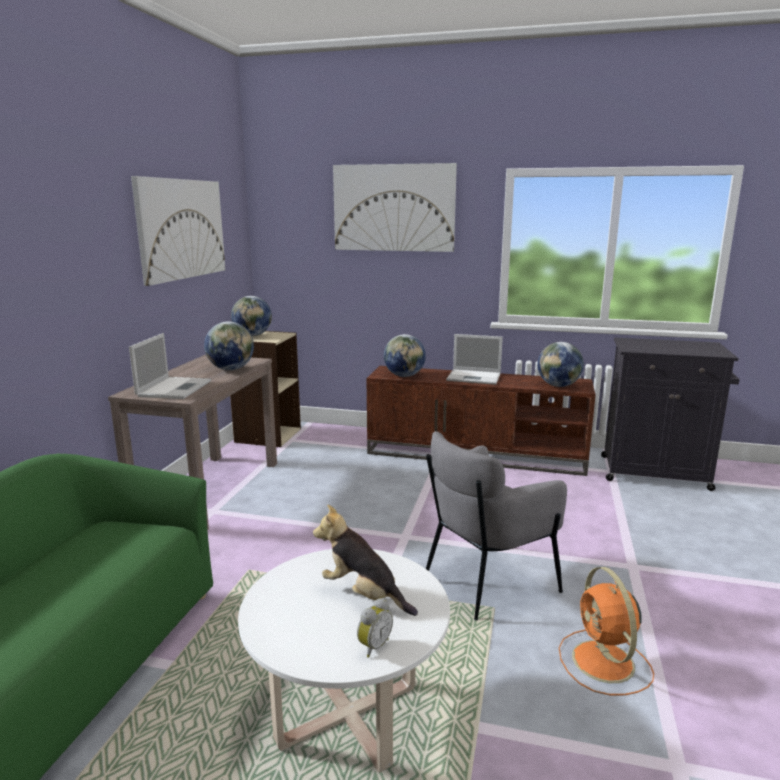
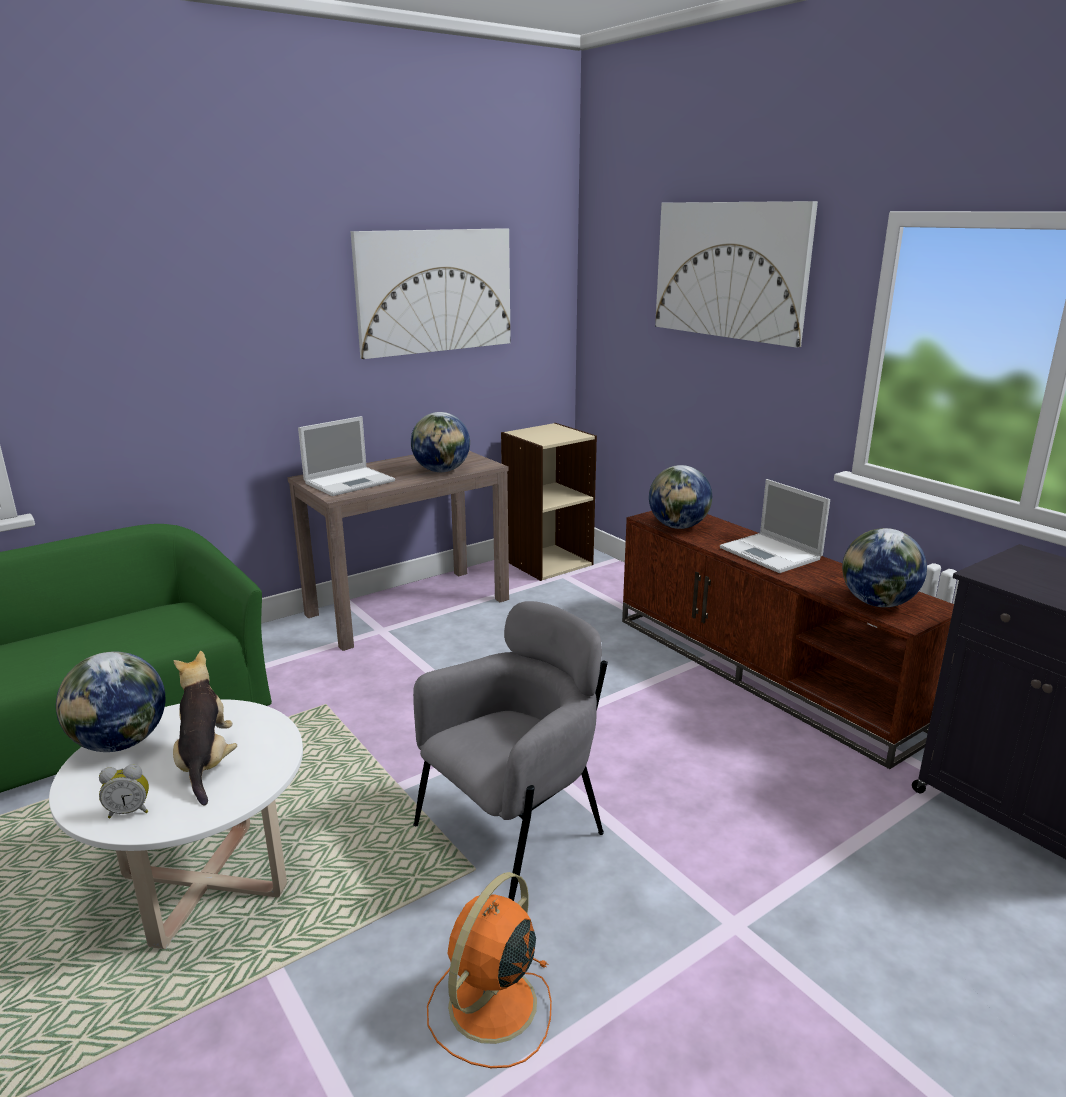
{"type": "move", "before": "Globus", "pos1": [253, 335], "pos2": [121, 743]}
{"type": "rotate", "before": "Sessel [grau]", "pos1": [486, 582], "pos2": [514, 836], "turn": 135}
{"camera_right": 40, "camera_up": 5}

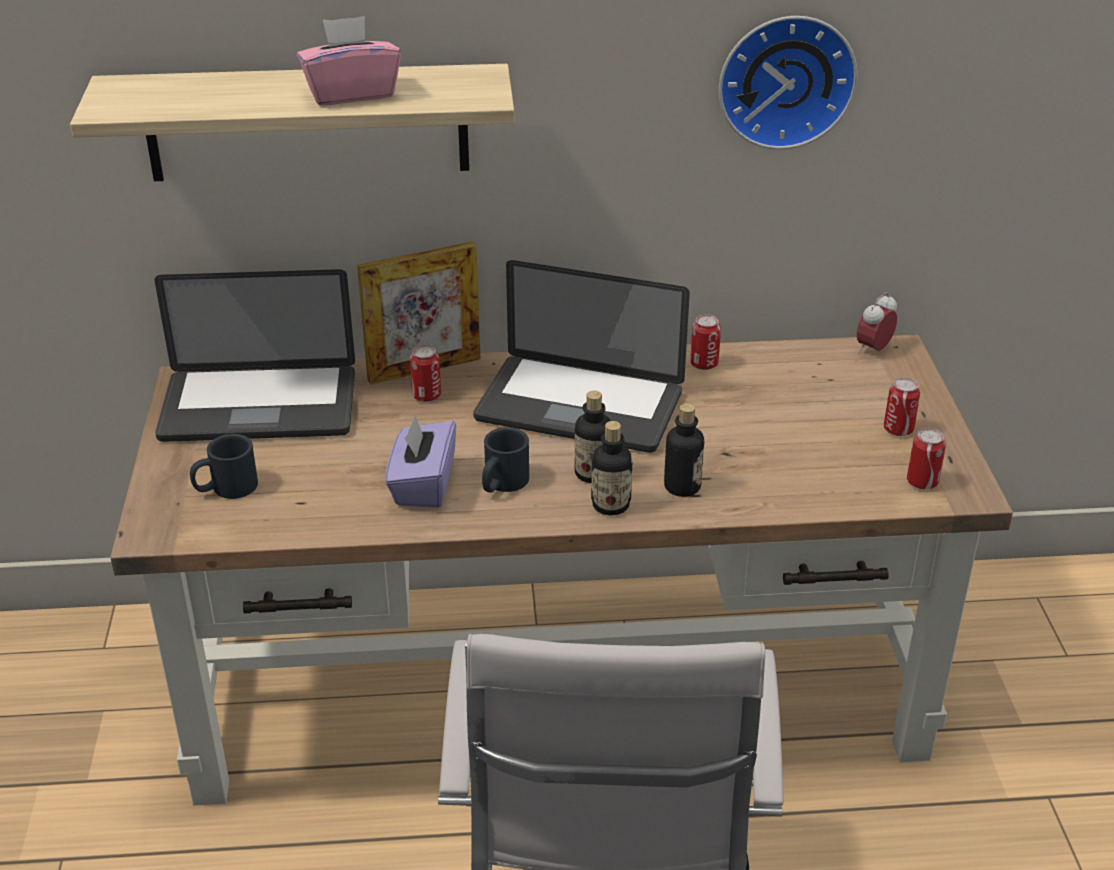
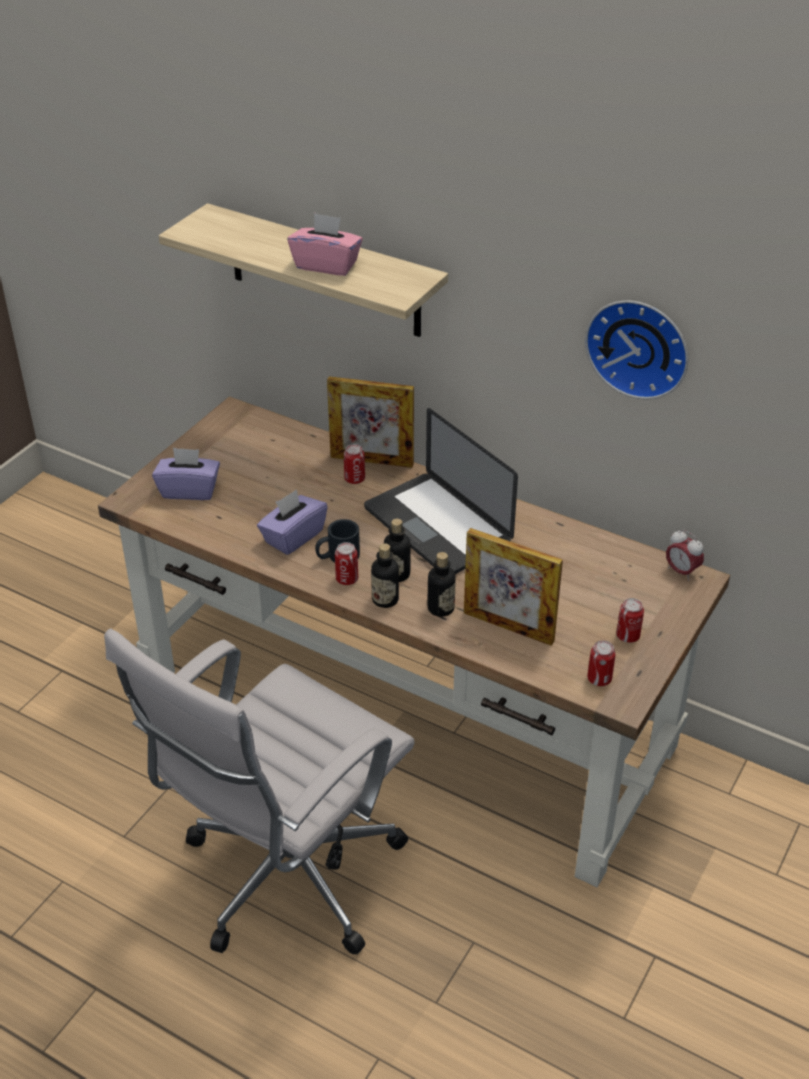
{"type": "delete", "before": "Laptop", "pos1": [259, 407]}
{"type": "rotate", "before": "Wecker", "pos1": [873, 349], "pos2": [681, 572], "turn": -120}
{"type": "move", "before": "Dose", "pos1": [704, 364], "pos2": [347, 579]}
{"type": "replace", "before": "Henkelbecher [schwarz]", "after": "Taschentuchbox [lila]", "pos1": [225, 488], "pos2": [189, 490]}
{"type": "insert", "after": "Bilderrahmen", "pos2": [508, 627]}
{"camera_right": 35, "camera_up": 5}

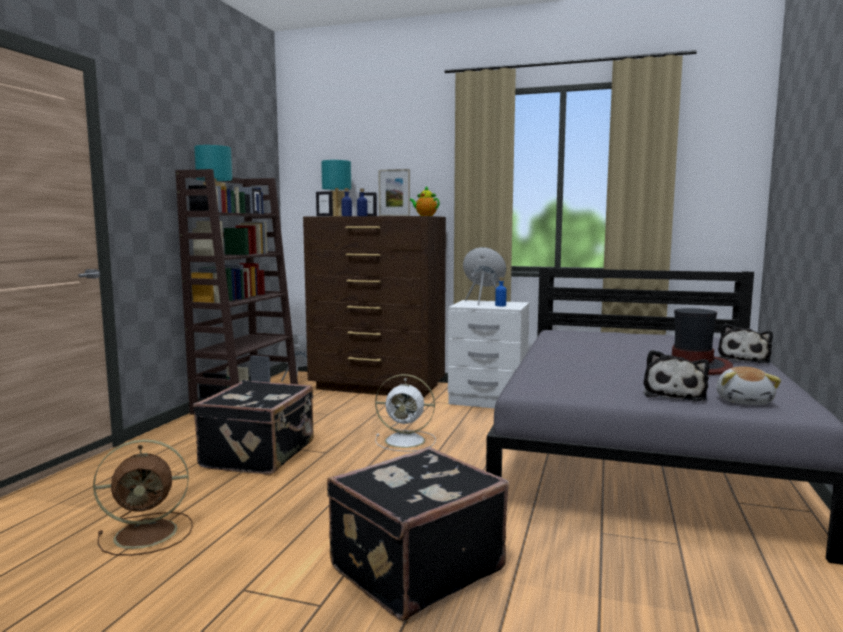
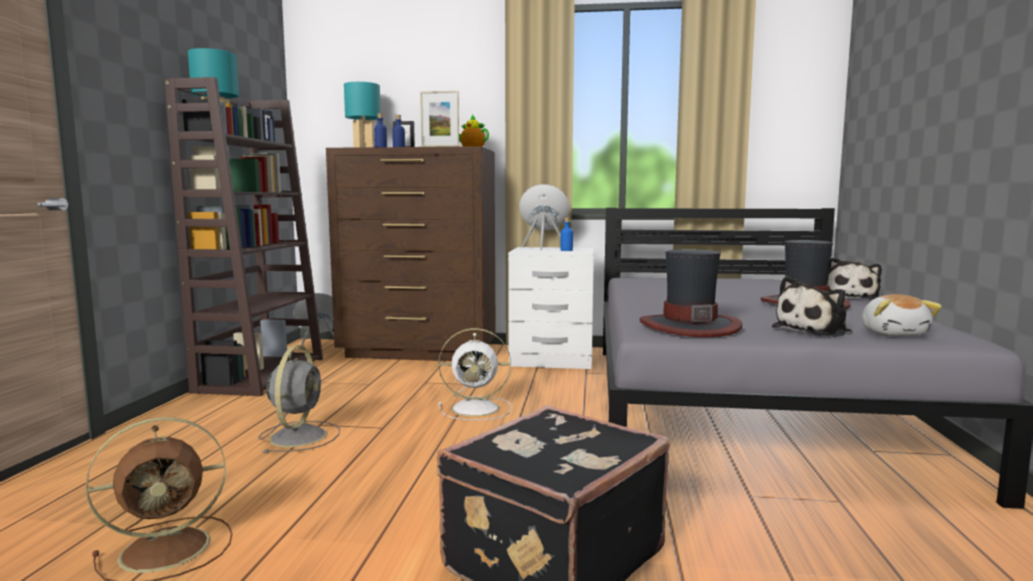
{"type": "delete", "before": "Bilderrahmen", "pos1": [324, 216]}
{"type": "rotate", "before": "Plüschtier", "pos1": [674, 394], "pos2": [815, 330], "turn": 45}
{"type": "replace", "before": "Koffer [schwarz]", "after": "Ventilator [grau]", "pos1": [261, 455], "pos2": [299, 436]}
{"type": "insert", "after": "Hut", "pos2": [689, 326]}
{"camera_right": -10, "camera_up": 0}

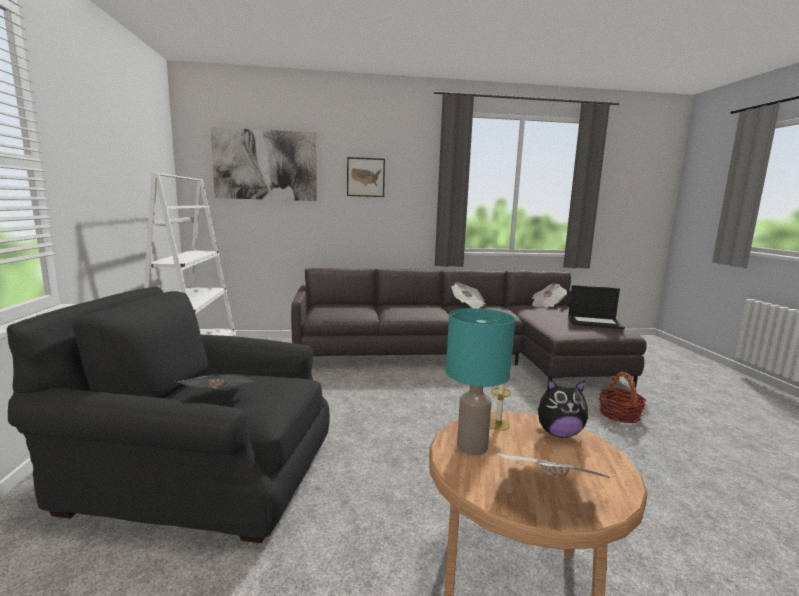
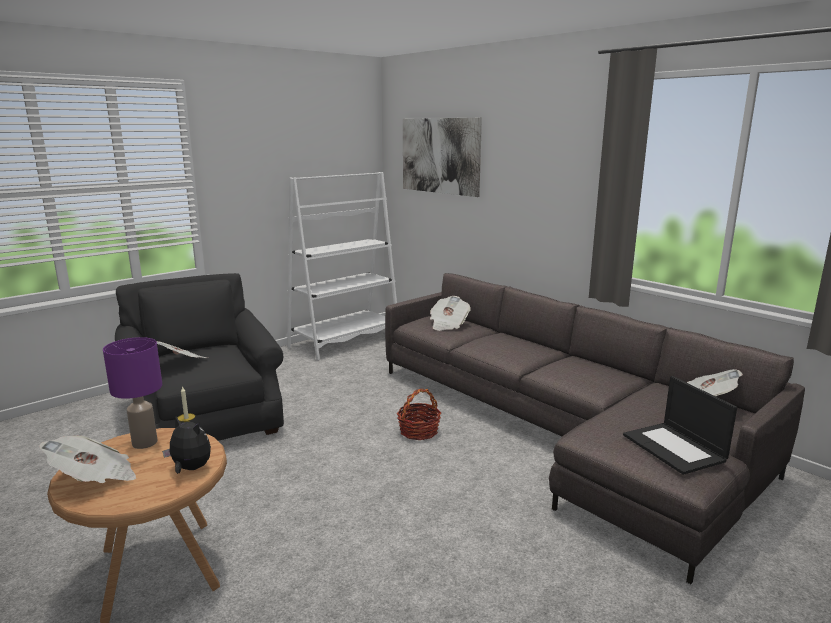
{"type": "delete", "before": "Bild", "pos1": [365, 177]}
{"type": "move", "before": "Zeitung", "pos1": [468, 305], "pos2": [448, 324]}
{"type": "recolor", "before": "Tischlampe [türkis]", "after": "Tischlampe [lila]", "pos1": [471, 446], "pos2": [145, 442]}
{"type": "move", "before": "Korb", "pos1": [619, 415], "pos2": [418, 431]}
{"type": "rotate", "before": "Plüschtier", "pos1": [558, 433], "pos2": [190, 469], "turn": 150}
{"camera_right": 55, "camera_up": 5}

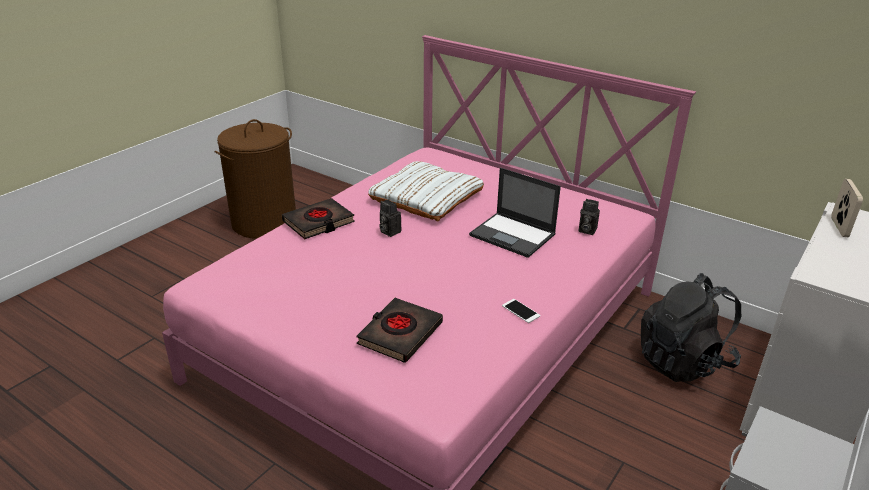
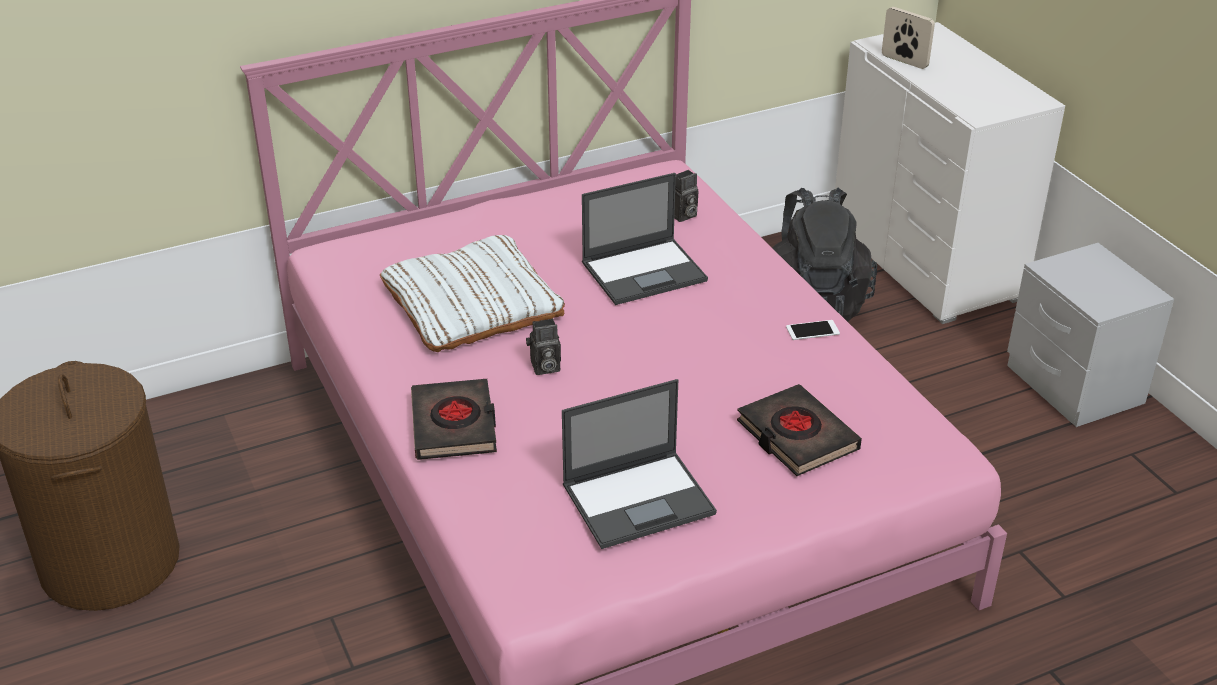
{"type": "insert", "after": "Laptop", "pos2": [640, 499]}
{"camera_right": -60, "camera_up": 5}

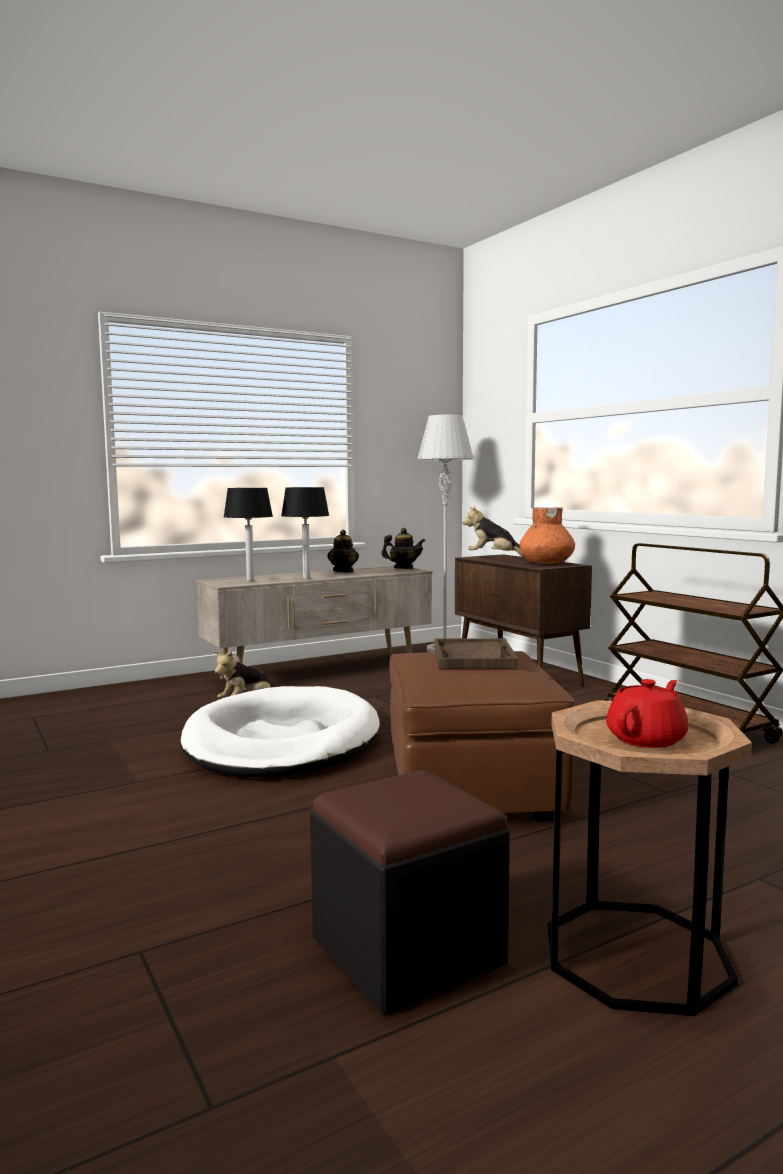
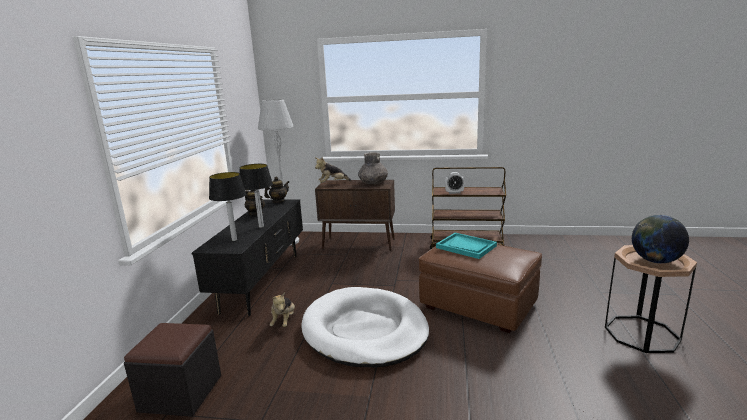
{"type": "recolor", "before": "Vase [orange]", "after": "Vase [grau]", "pos1": [546, 563], "pos2": [373, 183]}
{"type": "recolor", "before": "Fernsehschrank [beige]", "after": "Fernsehschrank [schwarz]", "pos1": [320, 671], "pos2": [263, 282]}
{"type": "recolor", "before": "Tablett [braun]", "after": "Tablett [türkis]", "pos1": [474, 657], "pos2": [466, 247]}
{"type": "replace", "before": "Teekanne [rot]", "after": "Globus", "pos1": [647, 739], "pos2": [655, 261]}
{"type": "move", "before": "Polsterhocker [schwarz]", "pos1": [407, 951], "pos2": [181, 393]}
{"type": "insert", "after": "Wecker", "pos2": [454, 192]}
{"camera_right": -50, "camera_up": 10}

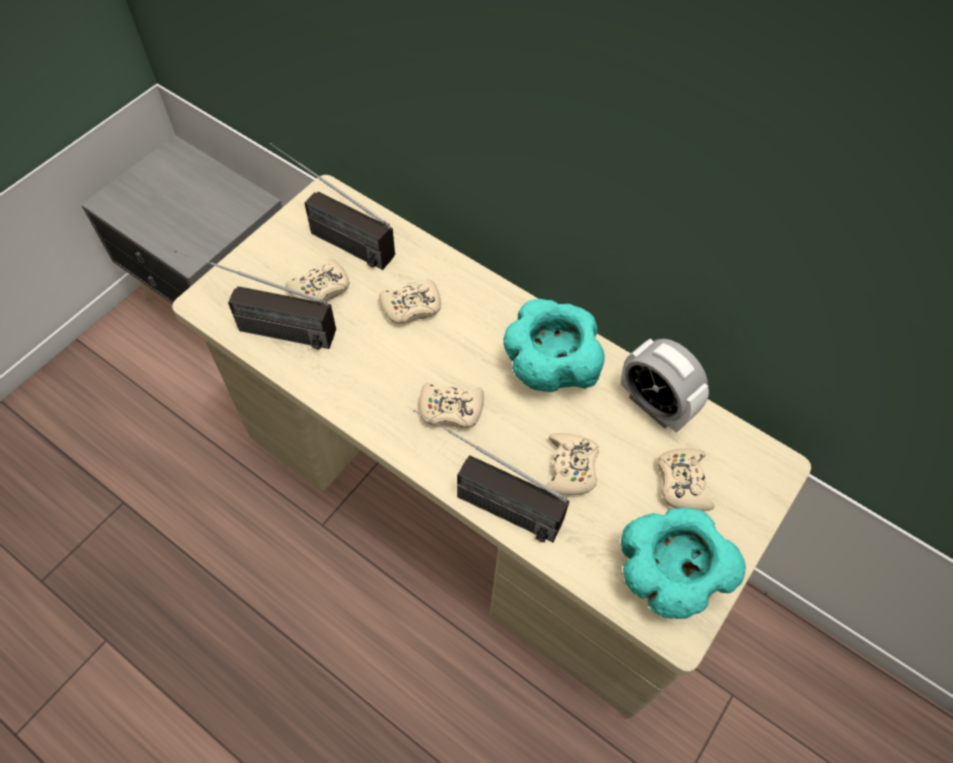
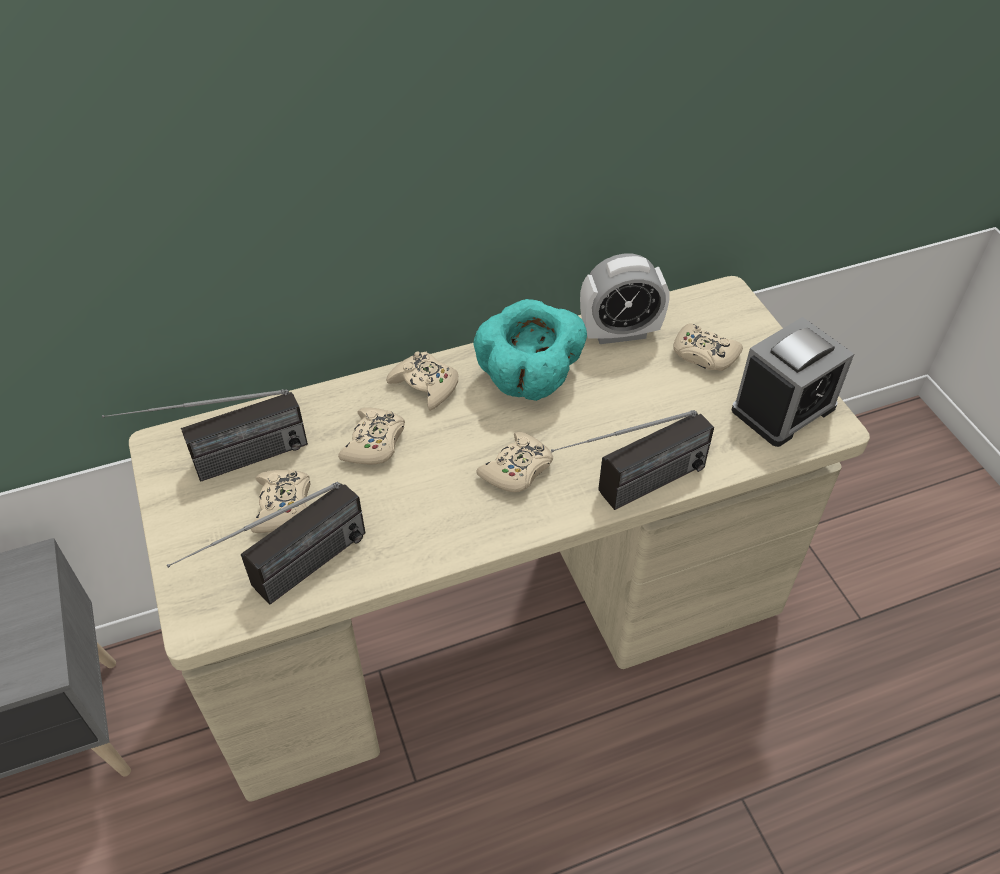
{"type": "move", "before": "Gamepad [beige]", "pos1": [570, 468], "pos2": [425, 385]}
{"type": "replace", "before": "Schüssel [türkis]", "after": "Wecker", "pos1": [667, 578], "pos2": [783, 408]}
{"camera_right": -55, "camera_up": -10}

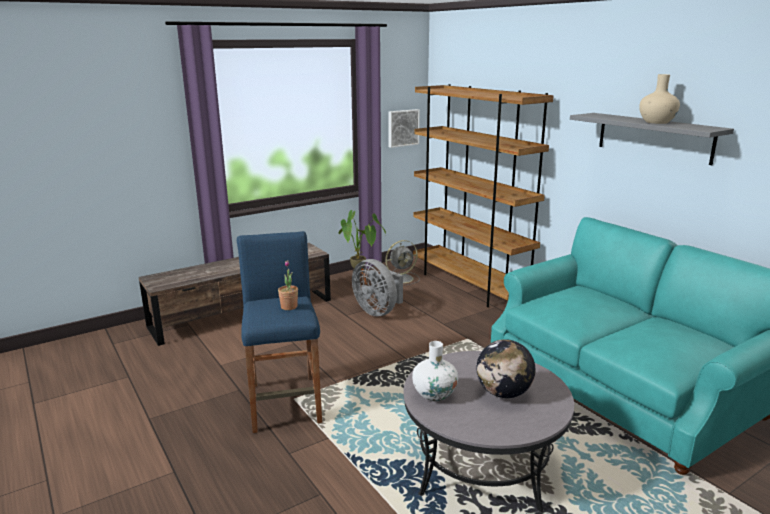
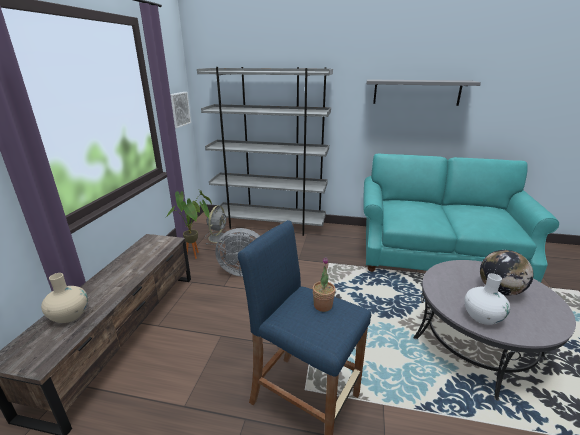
{"type": "move", "before": "Vase [beige]", "pos1": [656, 122], "pos2": [69, 315]}
{"type": "recolor", "before": "Bücherregal [braun]", "after": "Bücherregal [grau]", "pos1": [469, 285], "pos2": [270, 225]}
{"camera_right": -45, "camera_up": 5}

